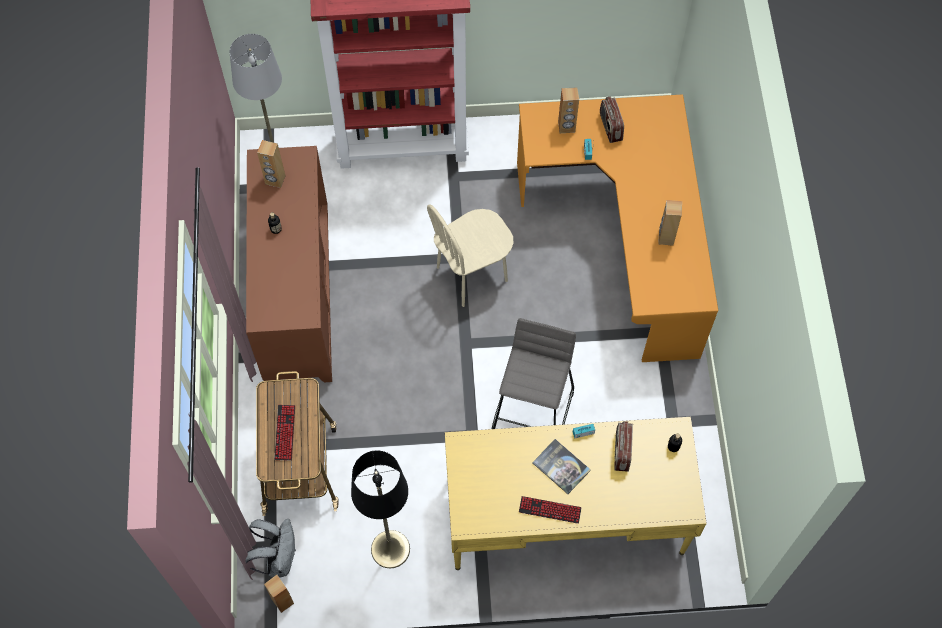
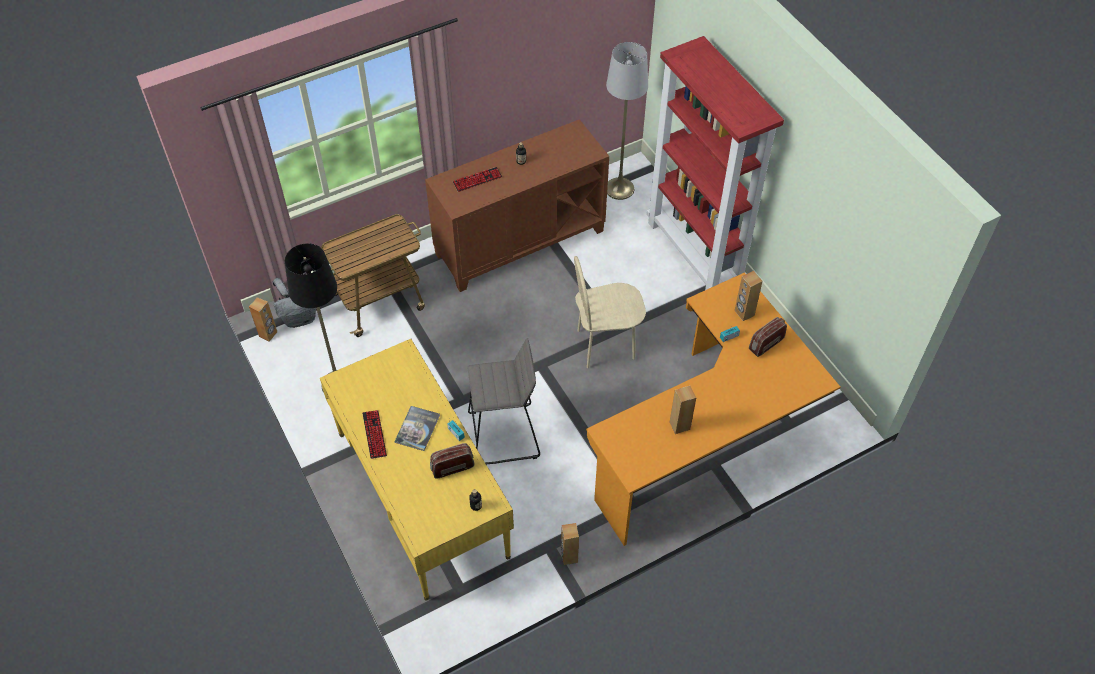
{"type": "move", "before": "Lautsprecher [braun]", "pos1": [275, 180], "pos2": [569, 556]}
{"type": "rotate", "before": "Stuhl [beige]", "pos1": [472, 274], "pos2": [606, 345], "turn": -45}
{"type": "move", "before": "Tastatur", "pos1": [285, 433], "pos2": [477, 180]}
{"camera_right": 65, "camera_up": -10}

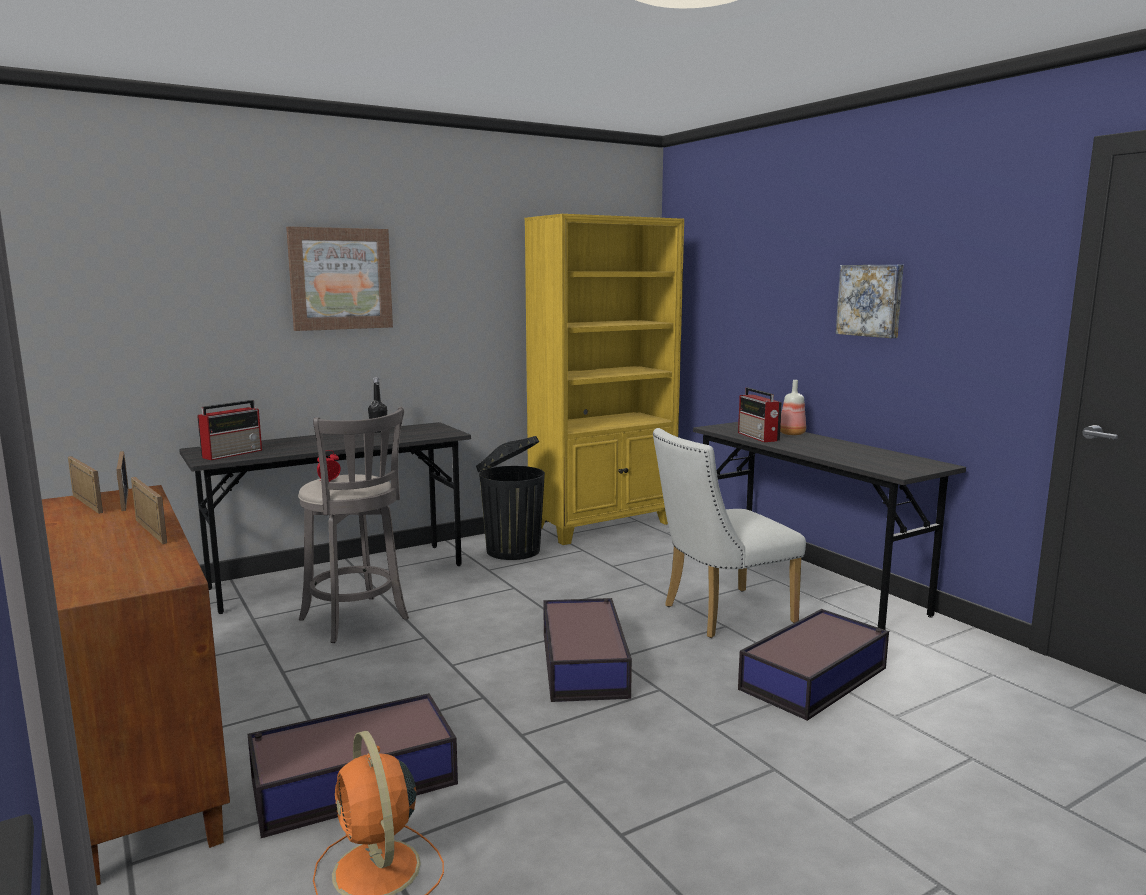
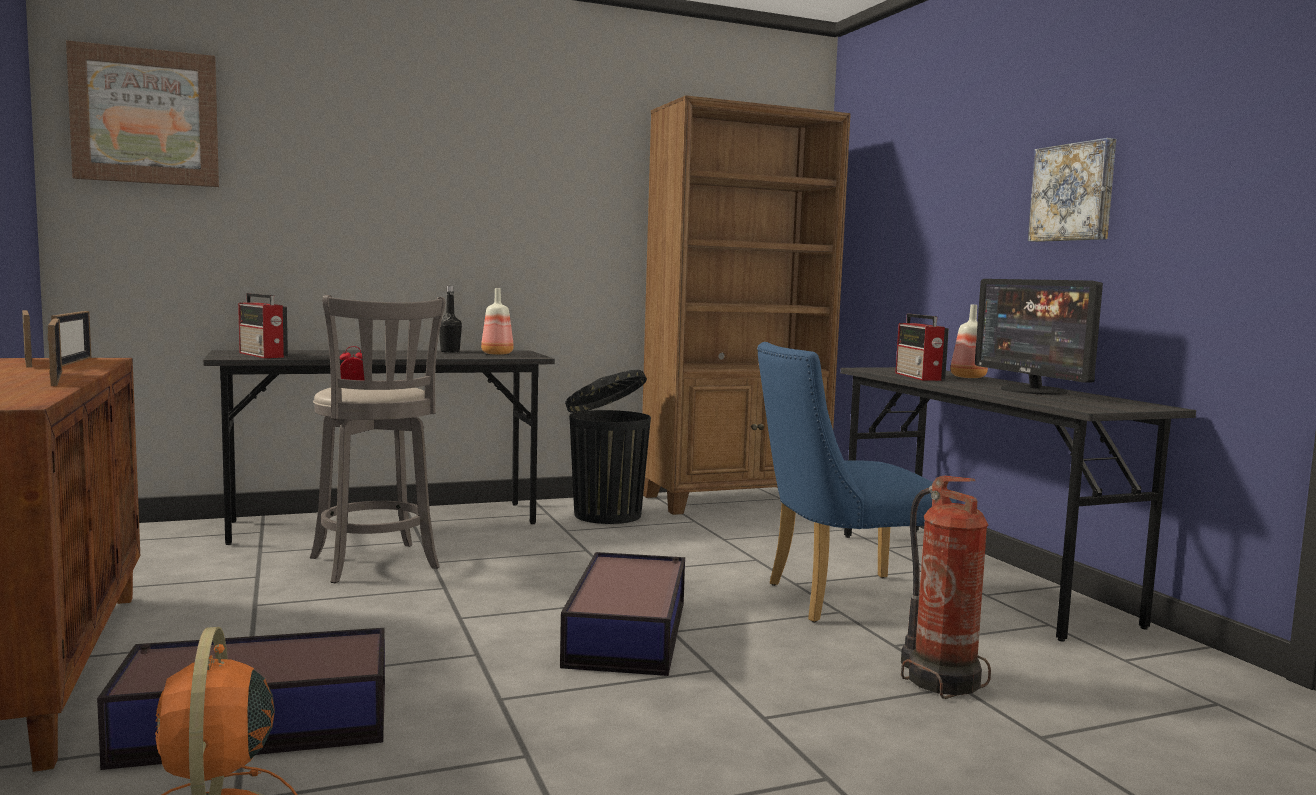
{"type": "recolor", "before": "Bücherregal [gelb]", "after": "Bücherregal [braun]", "pos1": [603, 525], "pos2": [735, 500]}
{"type": "move", "before": "Bild", "pos1": [340, 279], "pos2": [146, 117]}
{"type": "rotate", "before": "Radio", "pos1": [233, 453], "pos2": [263, 355], "turn": 90}
{"type": "recolor", "before": "Stuhl [weiß]", "after": "Stuhl [blau]", "pos1": [719, 615], "pos2": [838, 599]}
{"type": "replace", "before": "Aufbewahrungsbox", "after": "Feuerlöscher", "pos1": [815, 678], "pos2": [941, 680]}
{"type": "insert", "after": "Monitor", "pos2": [1033, 390]}
{"type": "insert", "after": "Flasche", "pos2": [498, 354]}
{"camera_right": 10, "camera_up": -5}

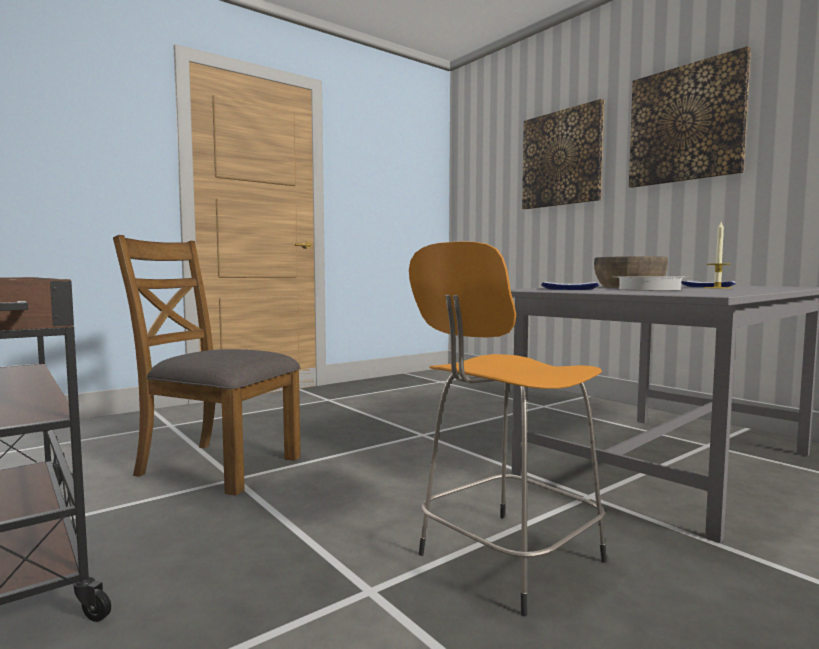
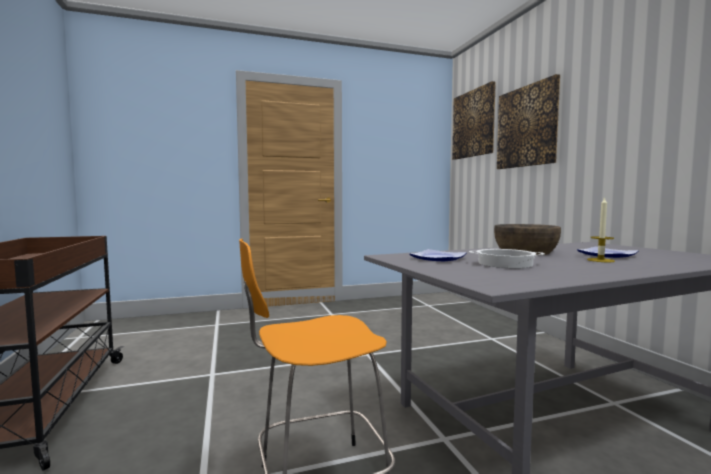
{"type": "move", "before": "Bild", "pos1": [686, 124], "pos2": [473, 123]}
{"type": "delete", "before": "Stuhl [braun]", "pos1": [217, 466]}
{"camera_right": 20, "camera_up": 0}

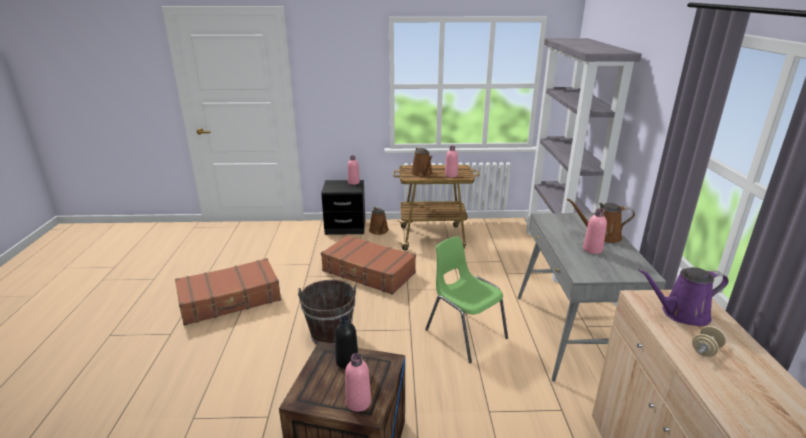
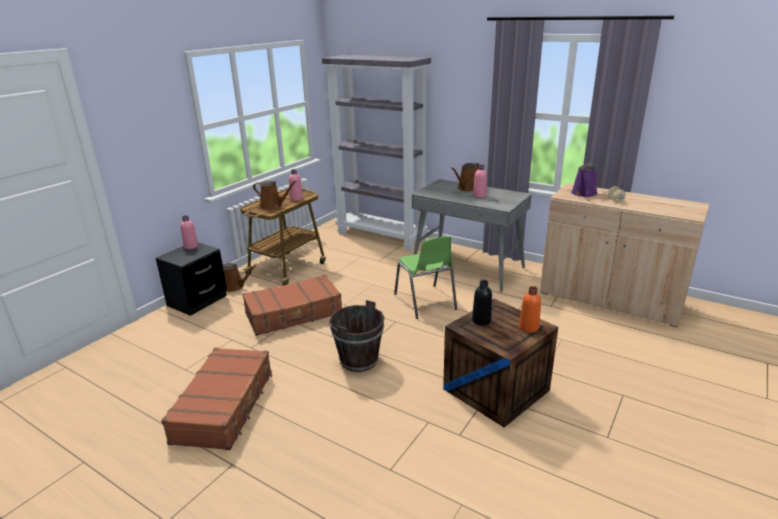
{"type": "rotate", "before": "Stuhl [grün]", "pos1": [464, 333], "pos2": [425, 302], "turn": -105}
{"type": "recolor", "before": "Flasche [rosa]", "after": "Flasche [orange]", "pos1": [358, 402], "pos2": [528, 327]}
{"camera_right": -55, "camera_up": 0}

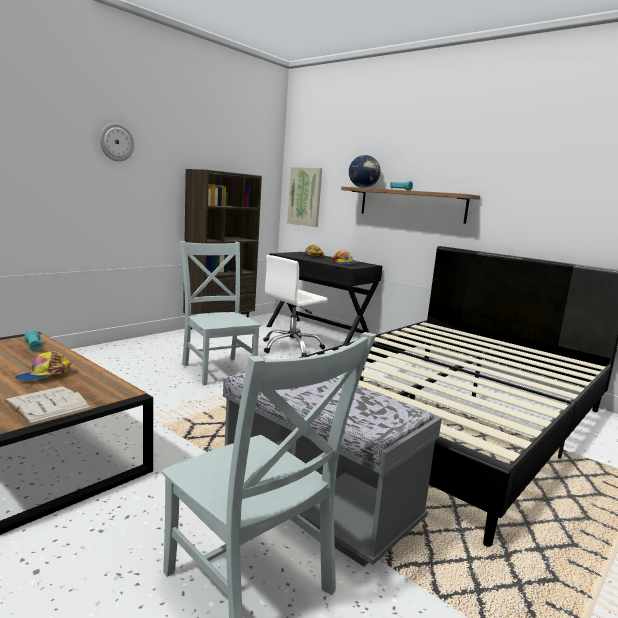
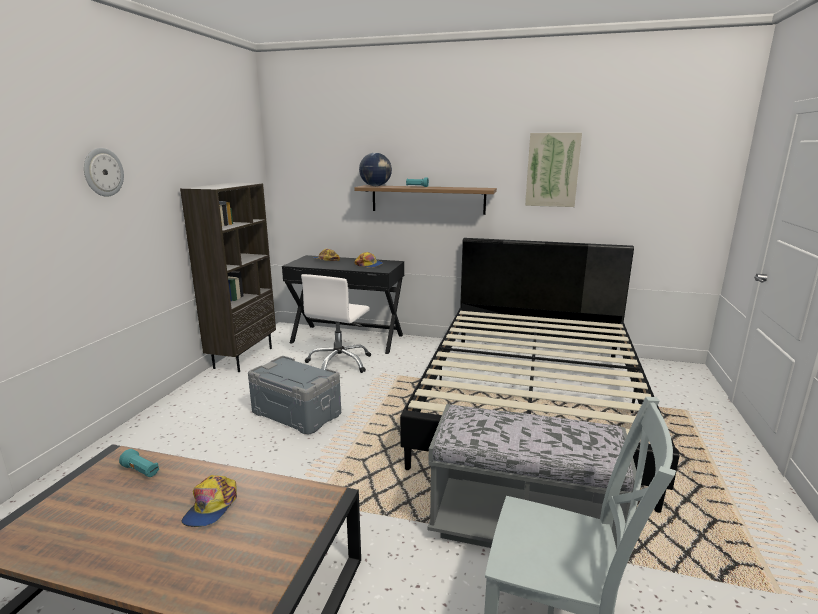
{"type": "move", "before": "Bild", "pos1": [305, 196], "pos2": [552, 170]}
{"type": "replace", "before": "Stuhl [grau]", "after": "Aufbewahrungsbox [grau]", "pos1": [218, 369], "pos2": [297, 413]}
{"type": "delete", "before": "Buch [weiß]", "pos1": [47, 405]}
{"camera_right": -25, "camera_up": 5}

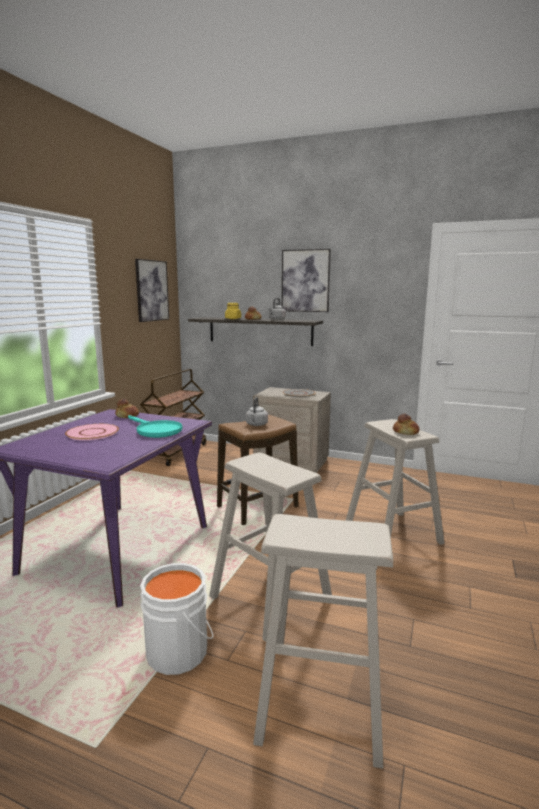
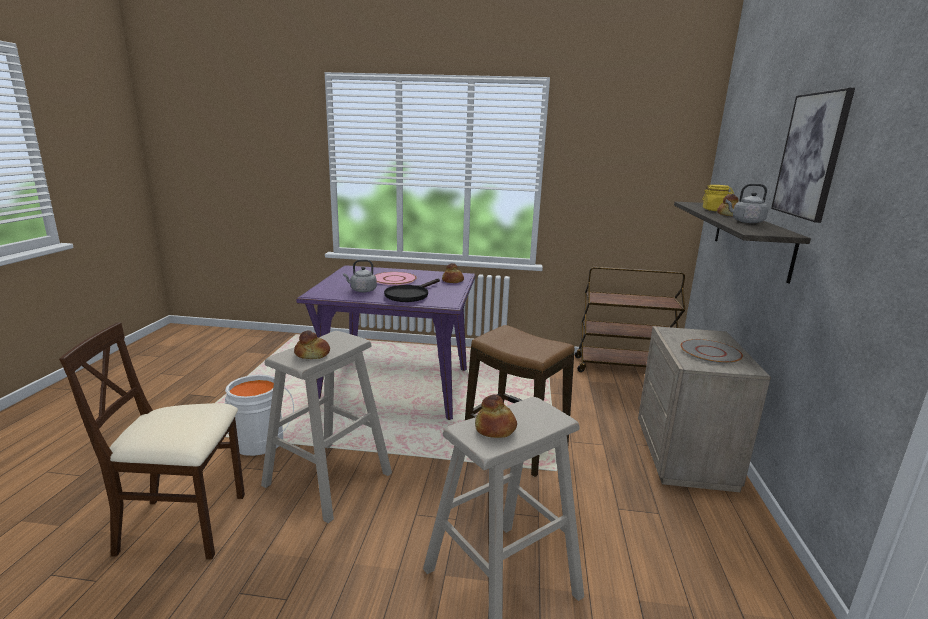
{"type": "delete", "before": "Bild", "pos1": [152, 290]}
{"type": "move", "before": "Wasserkessel [grau]", "pos1": [256, 425], "pos2": [362, 290]}
{"type": "recolor", "before": "Pfanne [türkis]", "after": "Pfanne [schwarz]", "pos1": [155, 430], "pos2": [410, 295]}
{"type": "replace", "before": "Hocker [beige]", "after": "Stuhl [beige]", "pos1": [321, 700], "pos2": [184, 525]}
{"type": "insert", "after": "Brot", "pos2": [313, 354]}
{"camera_right": 75, "camera_up": 5}

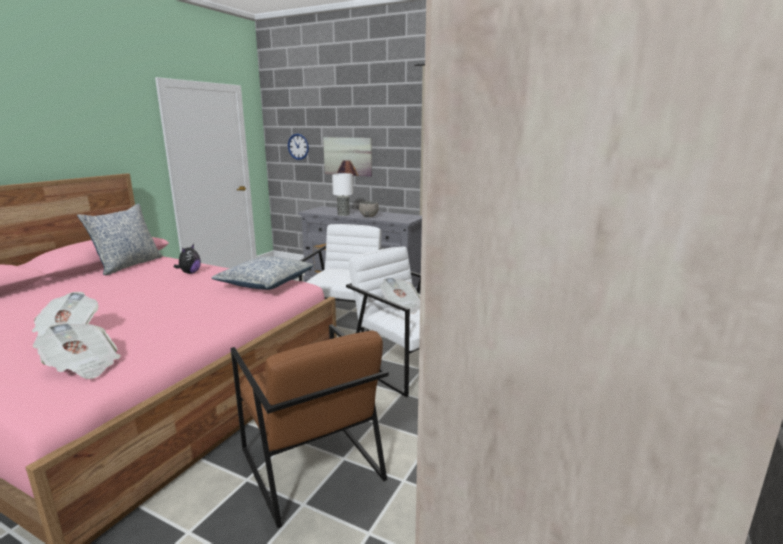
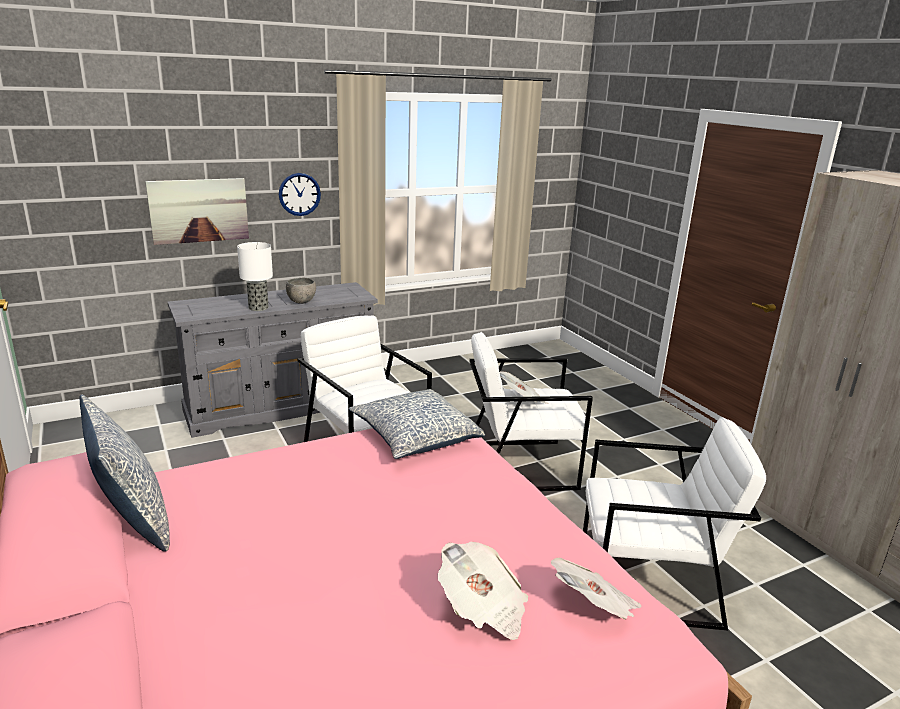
{"type": "move", "before": "Wanduhr", "pos1": [298, 146], "pos2": [299, 194]}
{"type": "delete", "before": "Plüschtier", "pos1": [190, 273]}
{"type": "recolor", "before": "Sessel [braun]", "after": "Sessel [weiß]", "pos1": [310, 464], "pos2": [648, 582]}
{"camera_right": -55, "camera_up": 5}

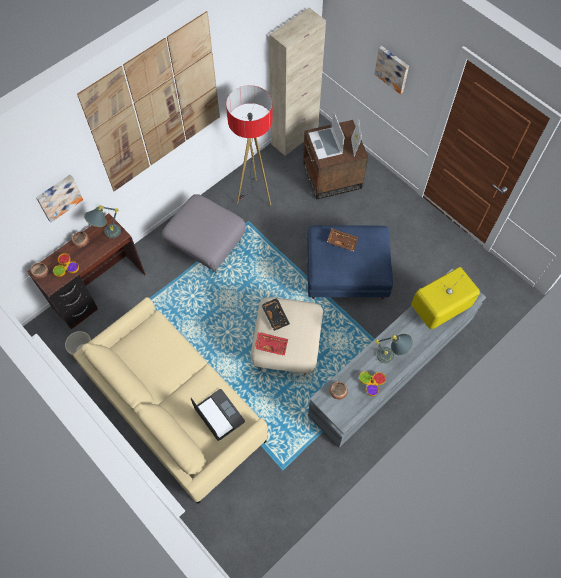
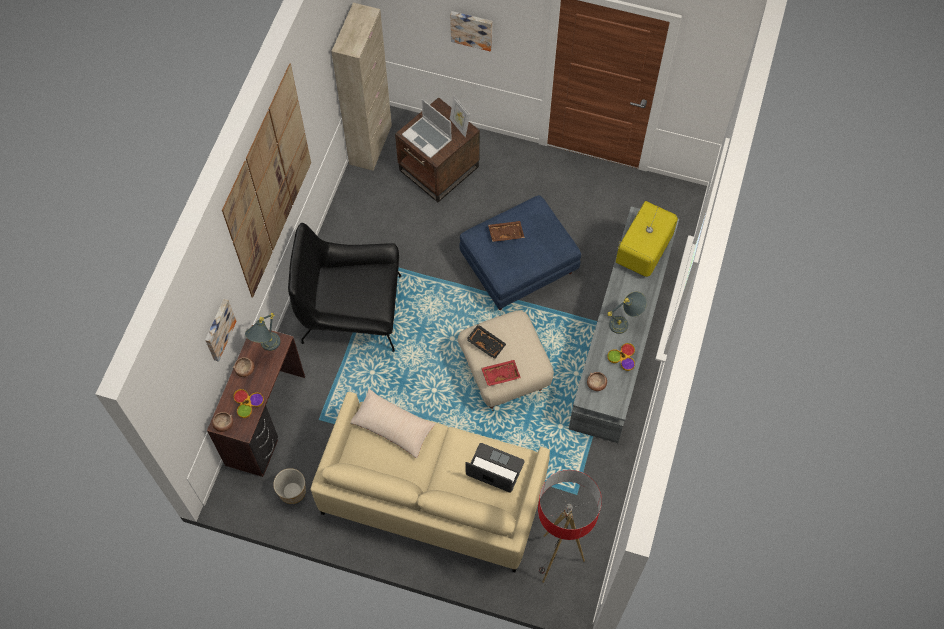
{"type": "move", "before": "Stehlampe", "pos1": [254, 196], "pos2": [556, 559]}
{"type": "replace", "before": "Polsterhocker [grau]", "after": "Sessel [schwarz]", "pos1": [206, 245], "pos2": [351, 311]}
{"type": "insert", "after": "Kissen [beige]", "pos2": [393, 426]}
{"camera_right": -30, "camera_up": 0}

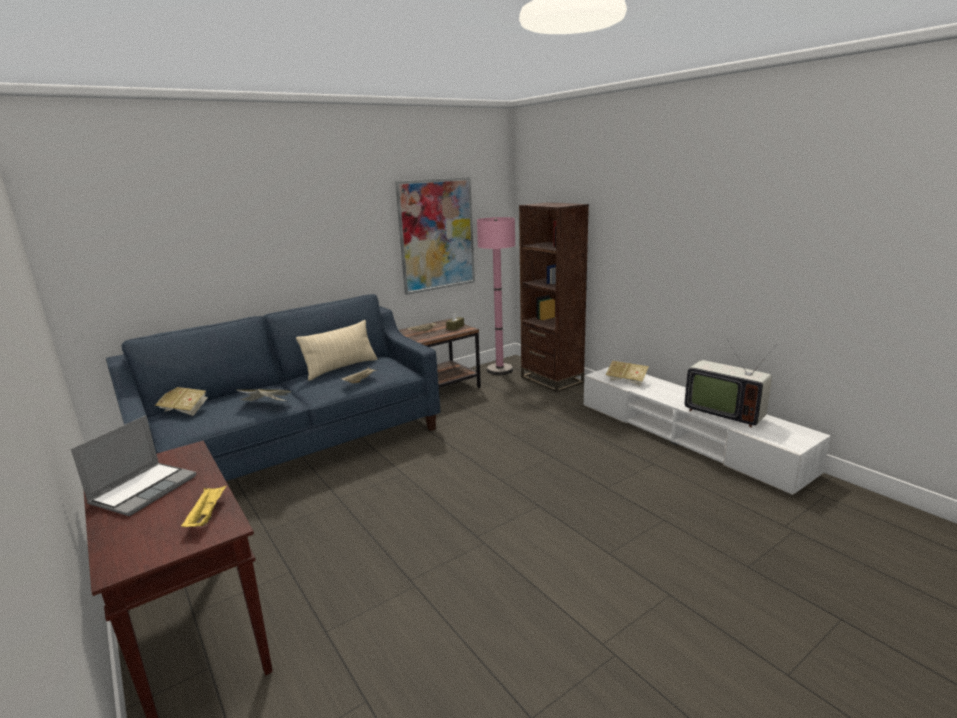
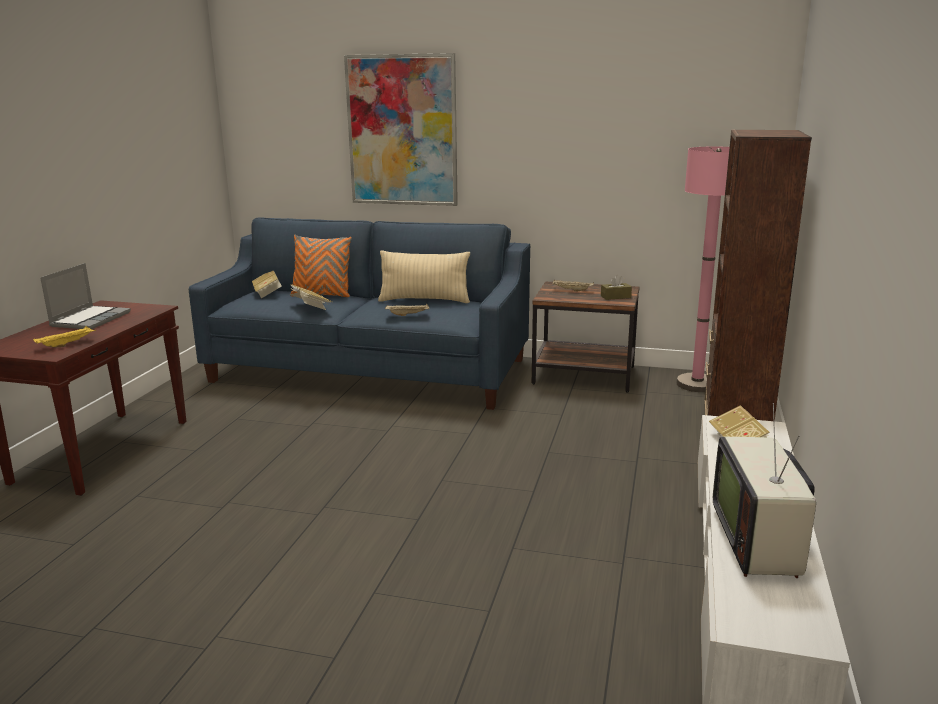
{"type": "move", "before": "Bild", "pos1": [437, 235], "pos2": [402, 131]}
{"type": "rotate", "before": "Laptop", "pos1": [144, 489], "pos2": [90, 319], "turn": -60}
{"type": "insert", "after": "Kissen [orange]", "pos2": [322, 295]}
{"camera_right": 50, "camera_up": 0}

